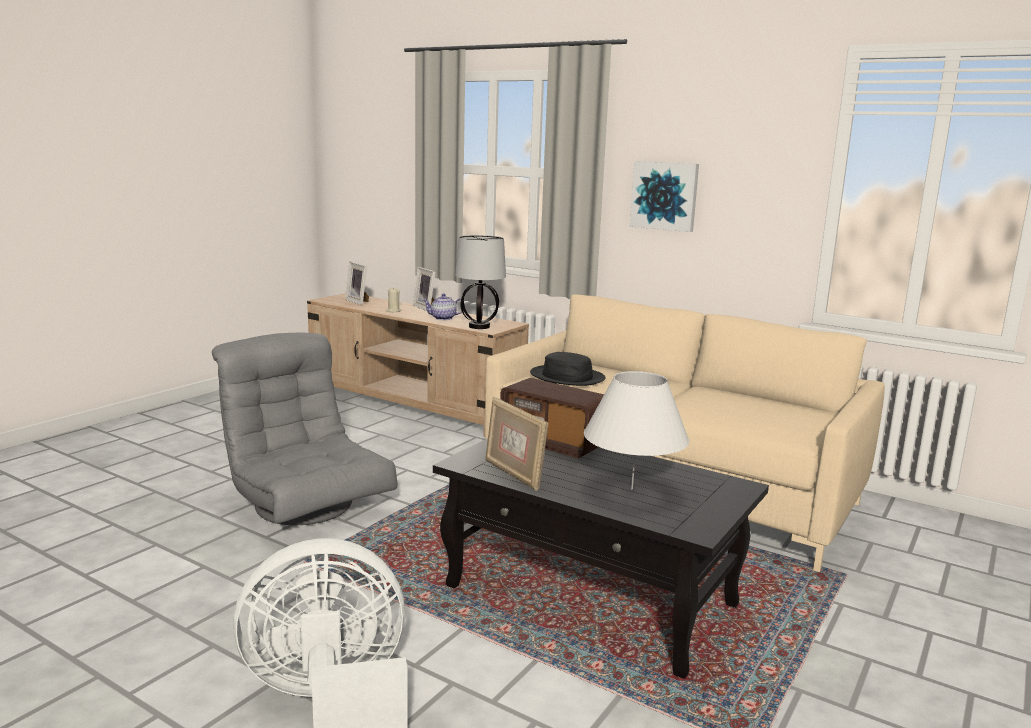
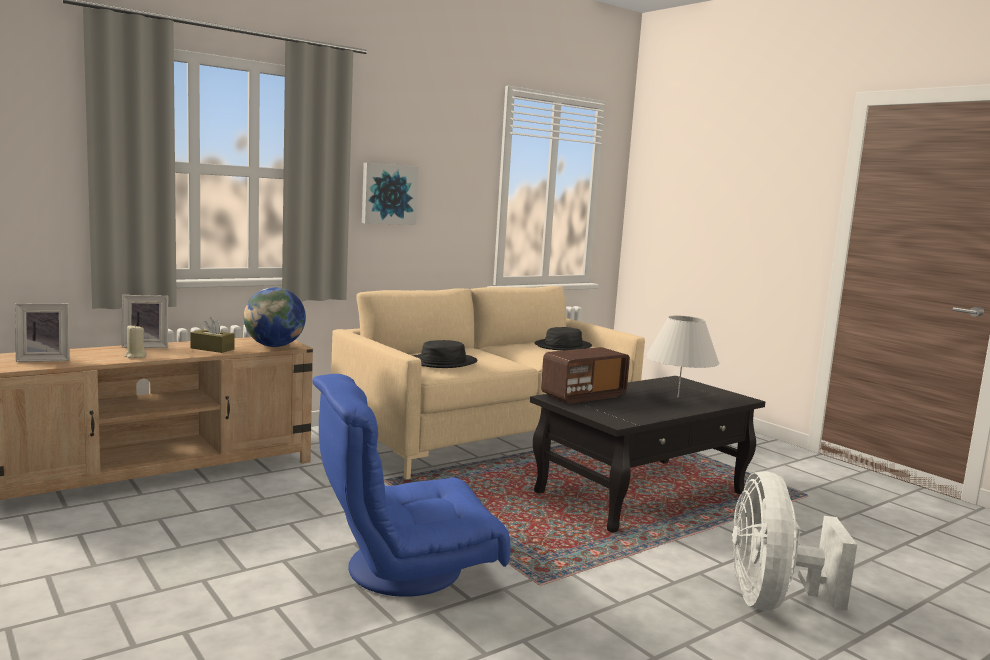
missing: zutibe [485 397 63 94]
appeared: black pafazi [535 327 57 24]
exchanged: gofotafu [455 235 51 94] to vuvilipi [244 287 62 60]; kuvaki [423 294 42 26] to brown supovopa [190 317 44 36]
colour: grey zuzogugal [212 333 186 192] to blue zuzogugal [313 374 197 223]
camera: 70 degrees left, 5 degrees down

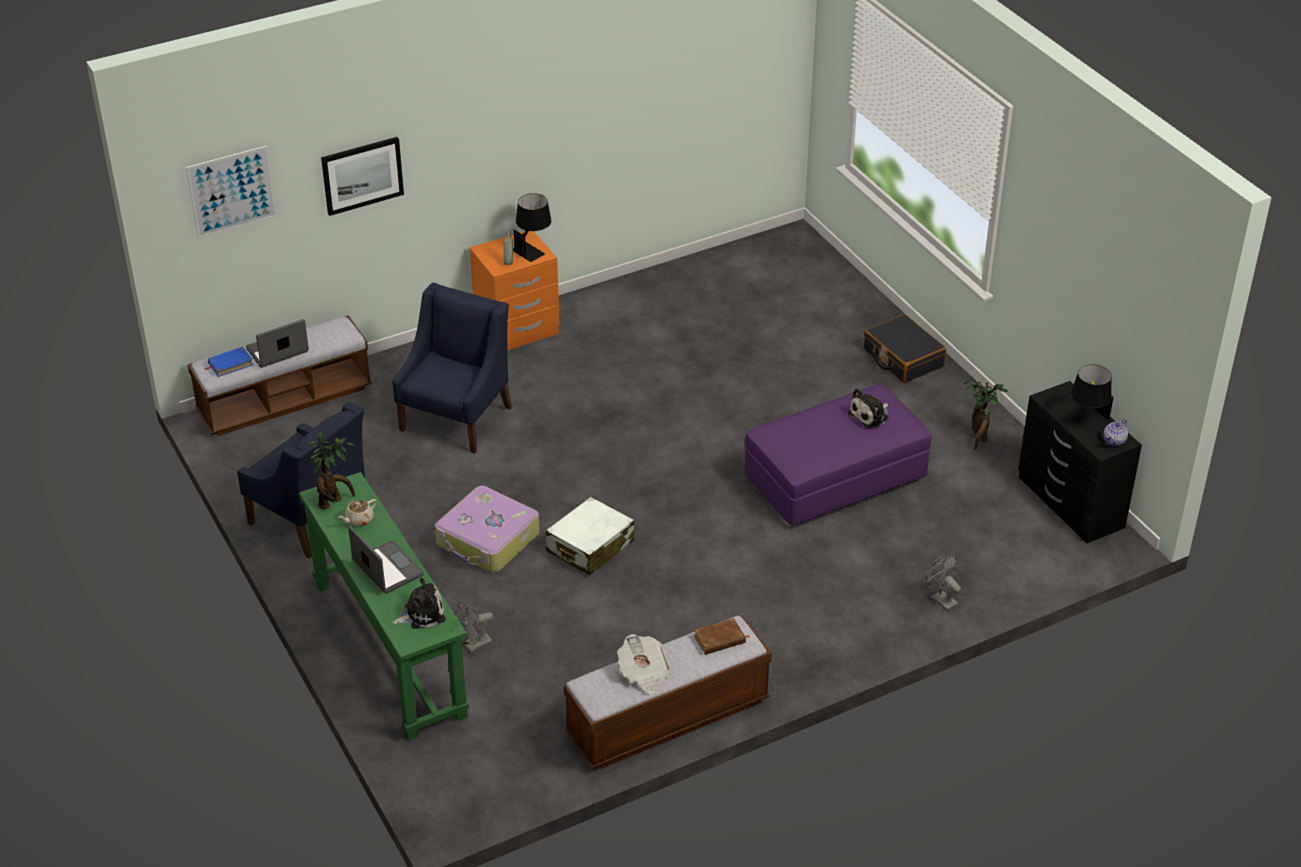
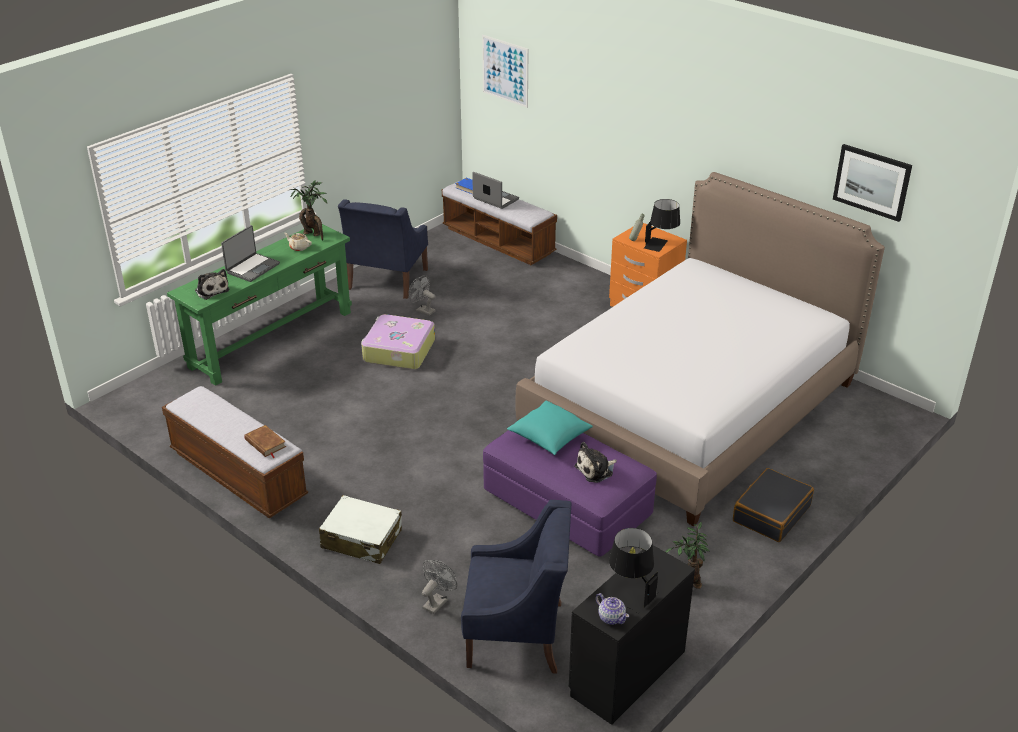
missing: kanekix [617 634 54 60]
appeared: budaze [515 172 370 354]; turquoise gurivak [507 400 86 55]
relocated: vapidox [321 137 83 79] to [833 144 79 78]; blue zuzogugal [392 283 120 171] to [461 500 110 174]; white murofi [546 497 88 78] to [319 495 83 69]; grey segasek [454 602 39 51] to [409 275 27 41]
spun: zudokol [848 388 41 40] = [574 442 43 41] 60 degrees counterclockwise; kuvaki [1103 419 25 27] = [596 593 33 32] 150 degrees counterclockwise
camera: 70 degrees right, 5 degrees down

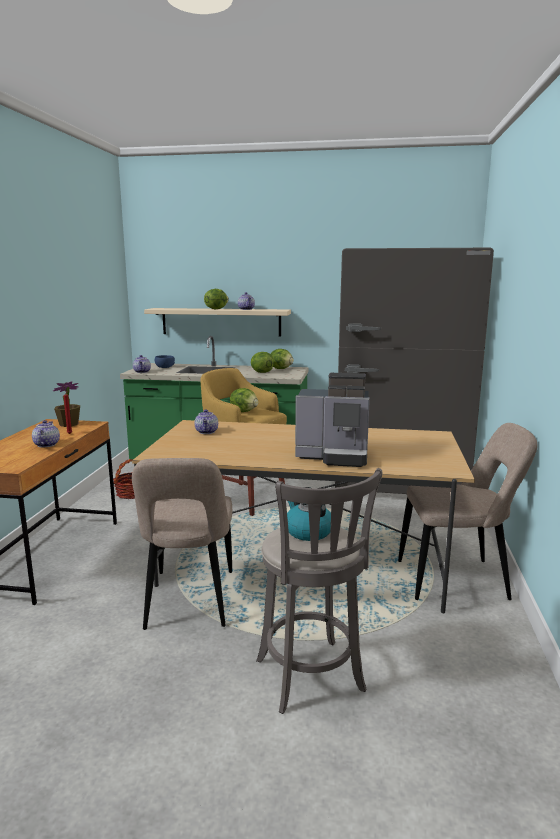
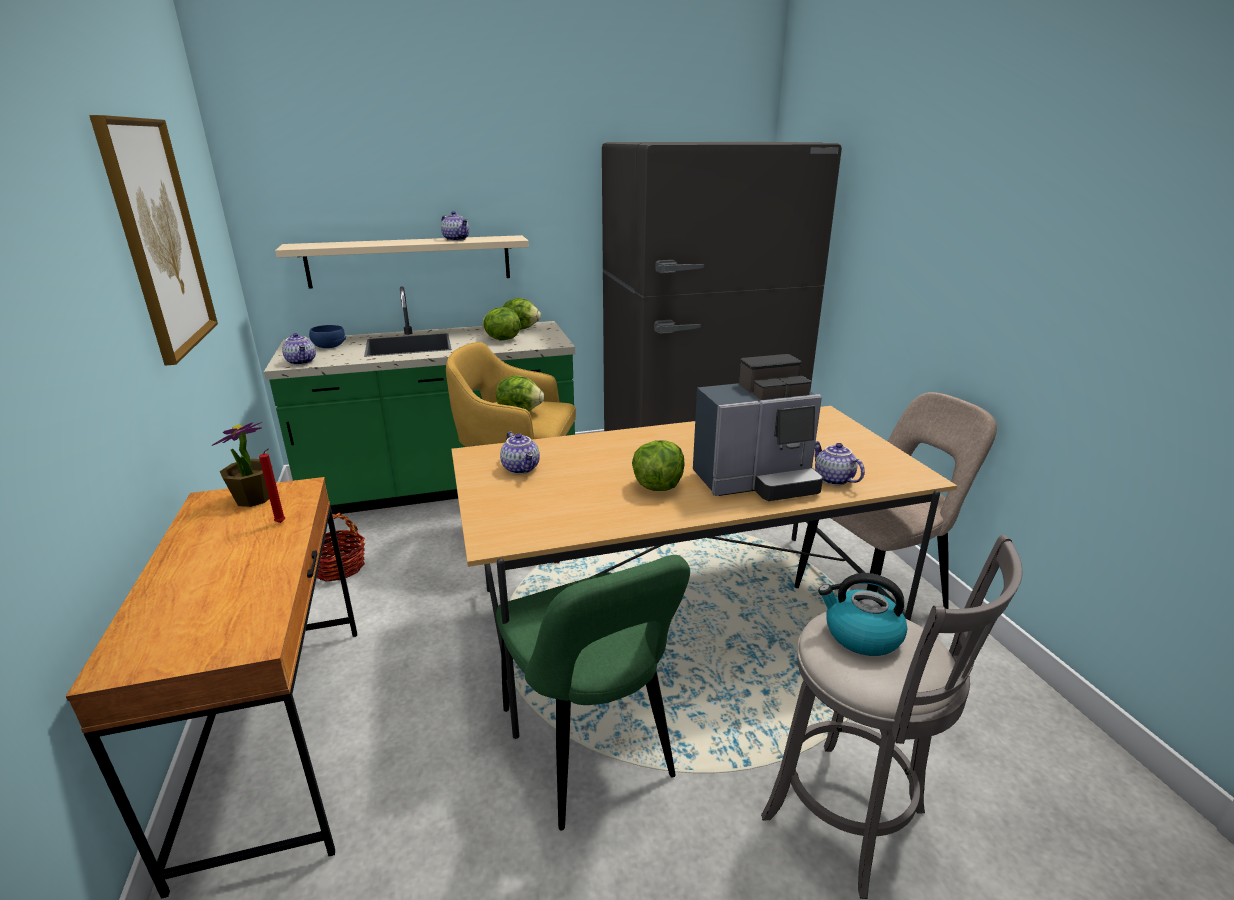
appeared: vapidox [89 115 129 251]
relocated: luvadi [204 289 25 20] to [632 440 53 51]; kuvaki [32 420 28 27] to [815 441 50 45]
colour: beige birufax [132 458 100 172] to green birufax [496 555 194 275]
camera: 25 degrees left, 10 degrees up

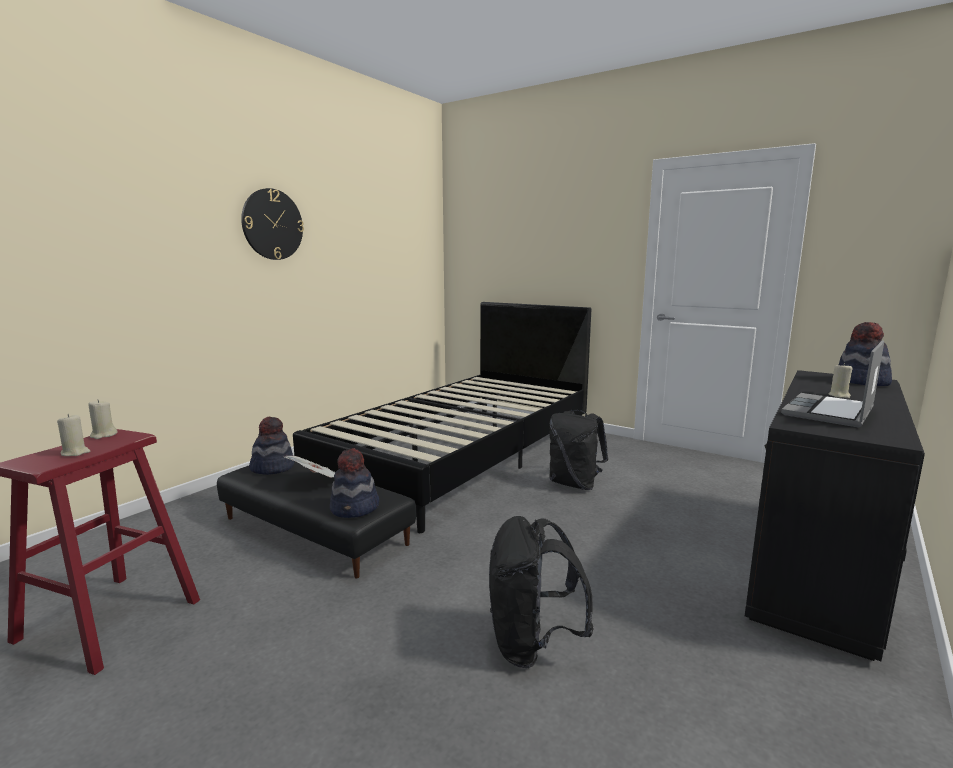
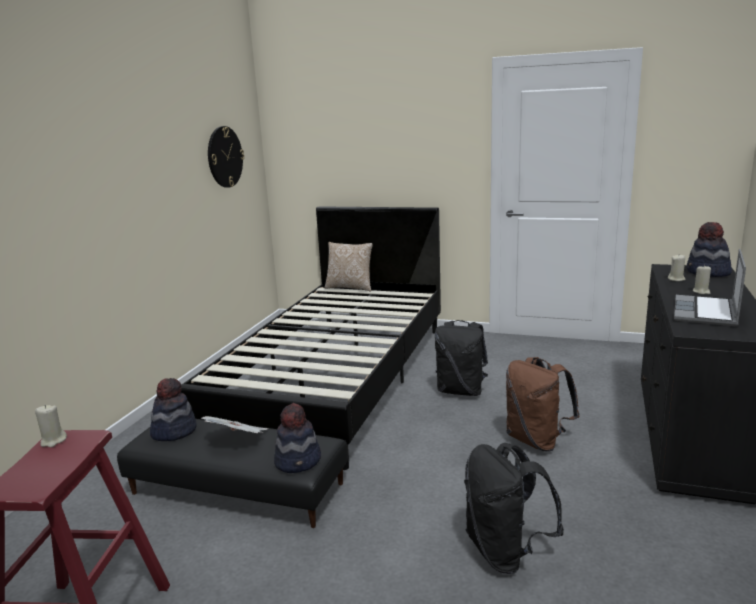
appeared: gurivak [324 242 49 49]; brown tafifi [506 357 73 94]
relocated: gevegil [241 188 63 72] to [208 126 36 62]; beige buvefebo [57 414 33 42] to [668 255 18 26]
camera: 15 degrees left, 5 degrees up

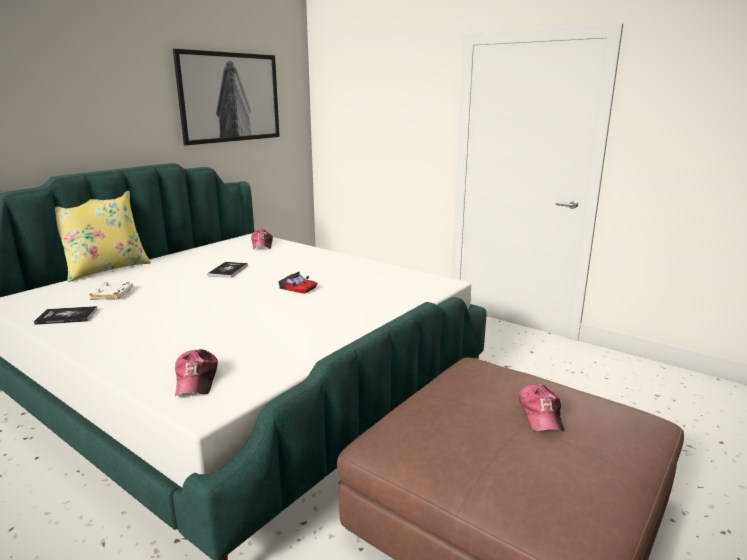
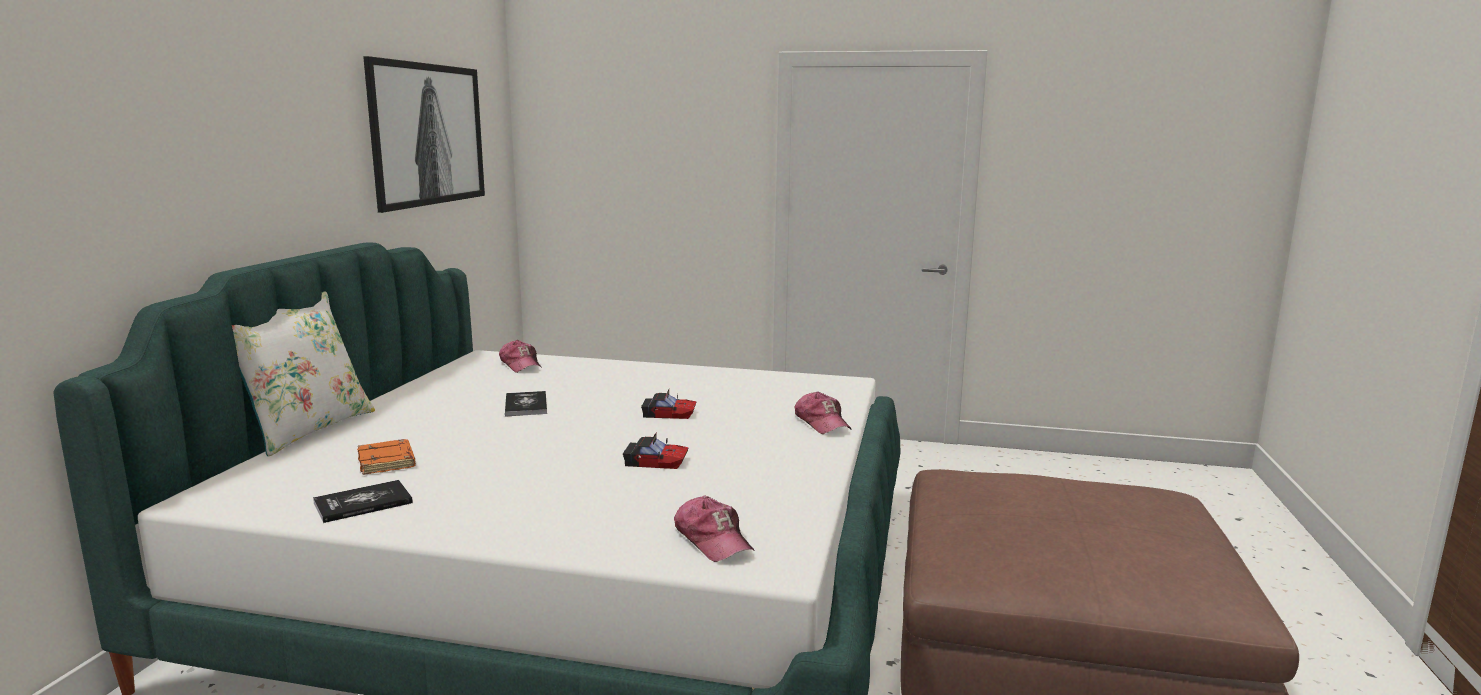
appeared: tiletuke [623 433 66 36]
relocated: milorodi [518 384 47 47] to [795 391 56 43]
colour: yellow gurivak [55 191 96 91] to white gurivak [232 291 143 166]; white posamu [89 282 44 18] to orange posamu [357 439 59 36]
camera: 25 degrees left, 5 degrees down

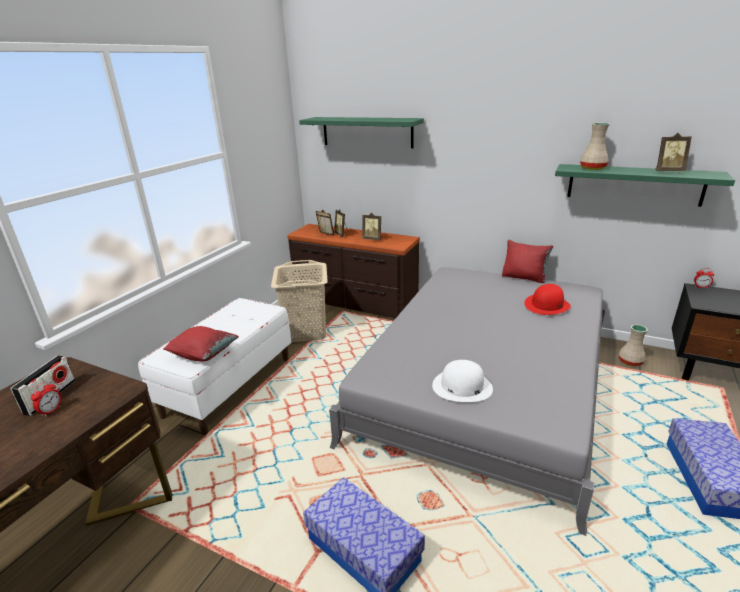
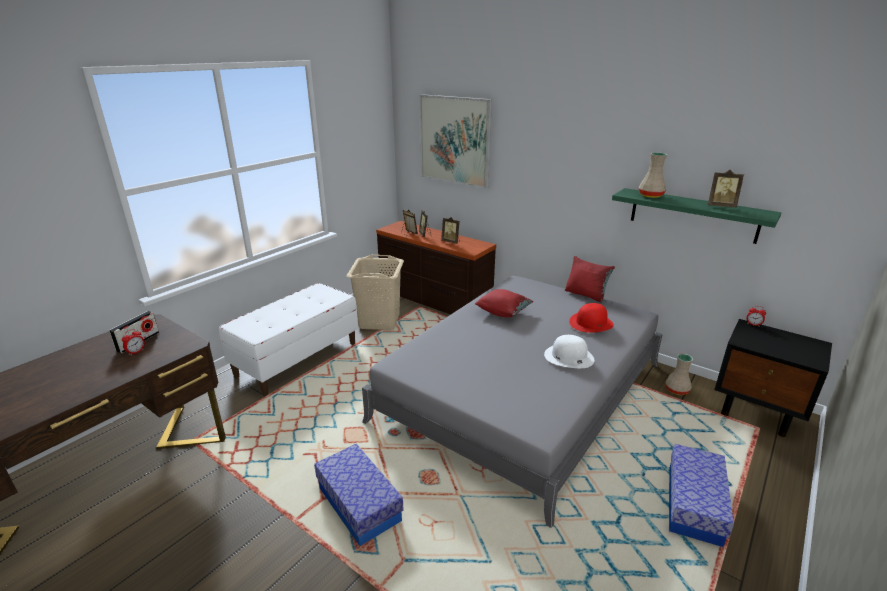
relocated: red gurivak [163 326 76 35] to [475 289 58 29]; white pafazi [432 360 61 42] to [544 335 51 33]
exchanged: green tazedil [299 117 125 31] to vapidox [420 94 72 94]
camera: 10 degrees right, 0 degrees up

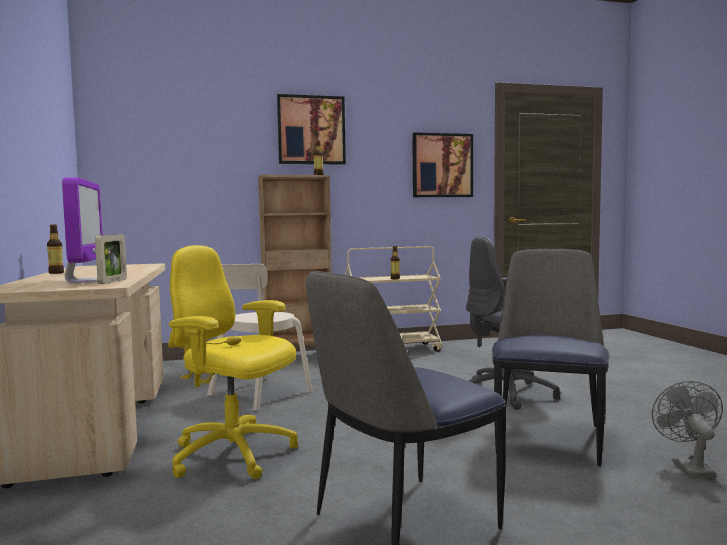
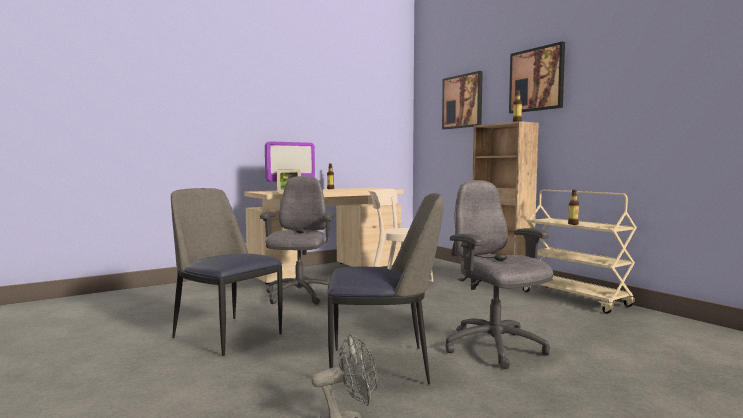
relocated: vapidox [412 133 61 64] to [442 71 41 58]
colour: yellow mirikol [168 245 130 234] to grey mirikol [260 176 75 129]
camera: 70 degrees right, 0 degrees up

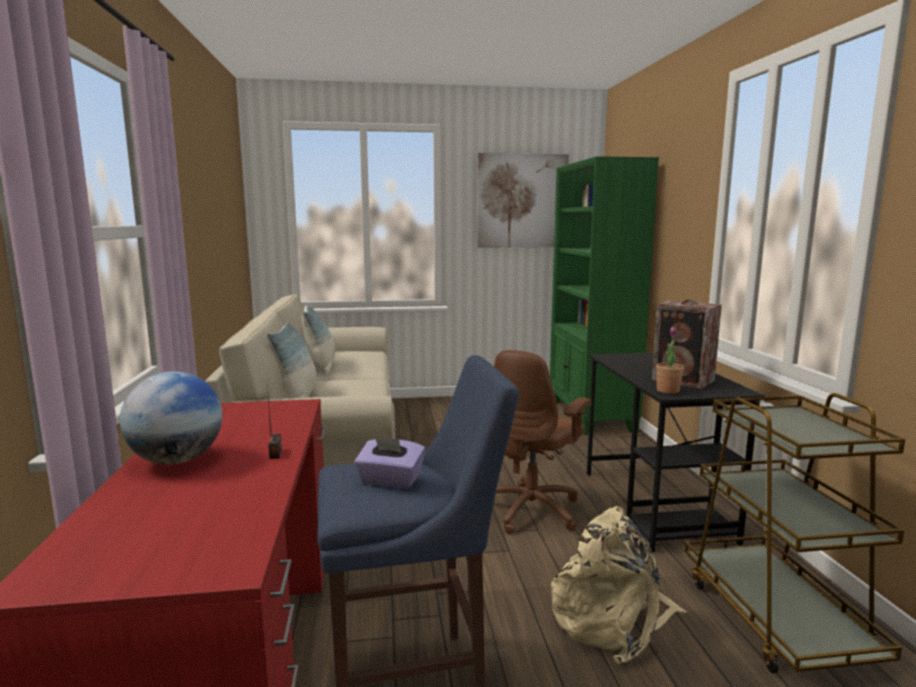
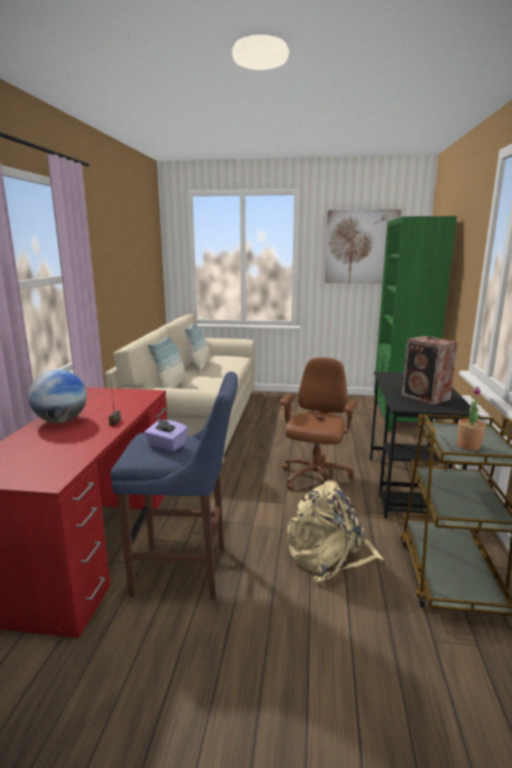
relocated: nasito [656 327 28 67] to [458 387 28 64]
spun: brown mirikol [494 350 97 184] = [280 357 77 133] 150 degrees clockwise
camera: 15 degrees right, 5 degrees up

